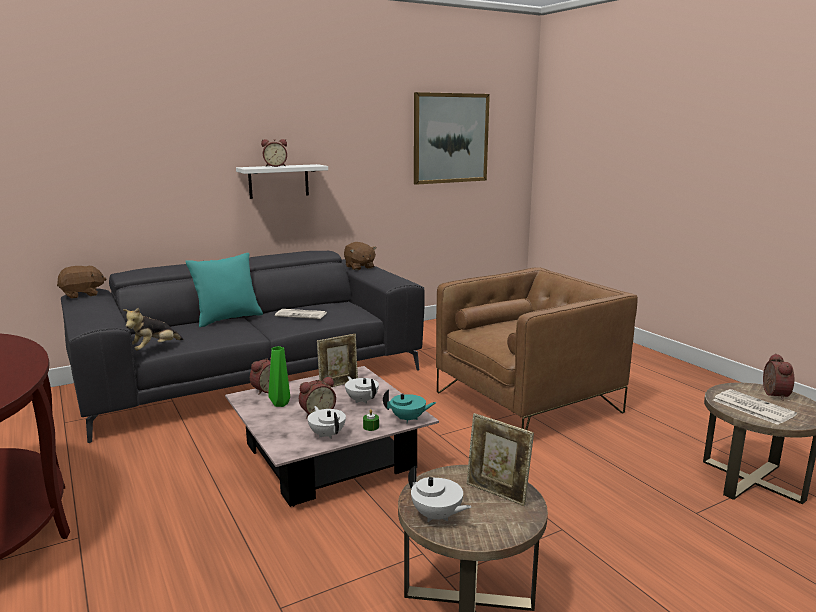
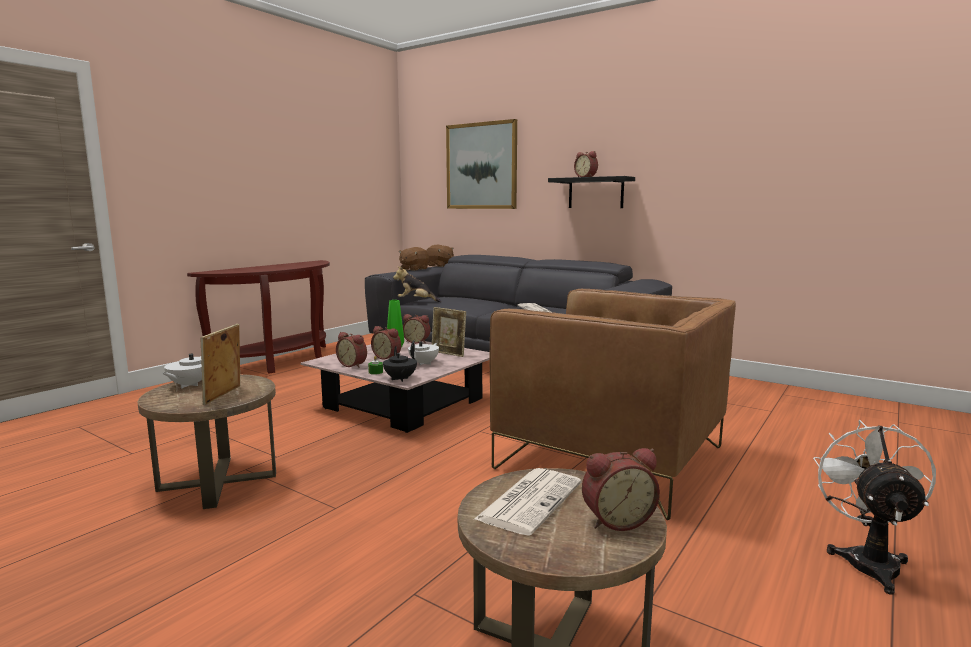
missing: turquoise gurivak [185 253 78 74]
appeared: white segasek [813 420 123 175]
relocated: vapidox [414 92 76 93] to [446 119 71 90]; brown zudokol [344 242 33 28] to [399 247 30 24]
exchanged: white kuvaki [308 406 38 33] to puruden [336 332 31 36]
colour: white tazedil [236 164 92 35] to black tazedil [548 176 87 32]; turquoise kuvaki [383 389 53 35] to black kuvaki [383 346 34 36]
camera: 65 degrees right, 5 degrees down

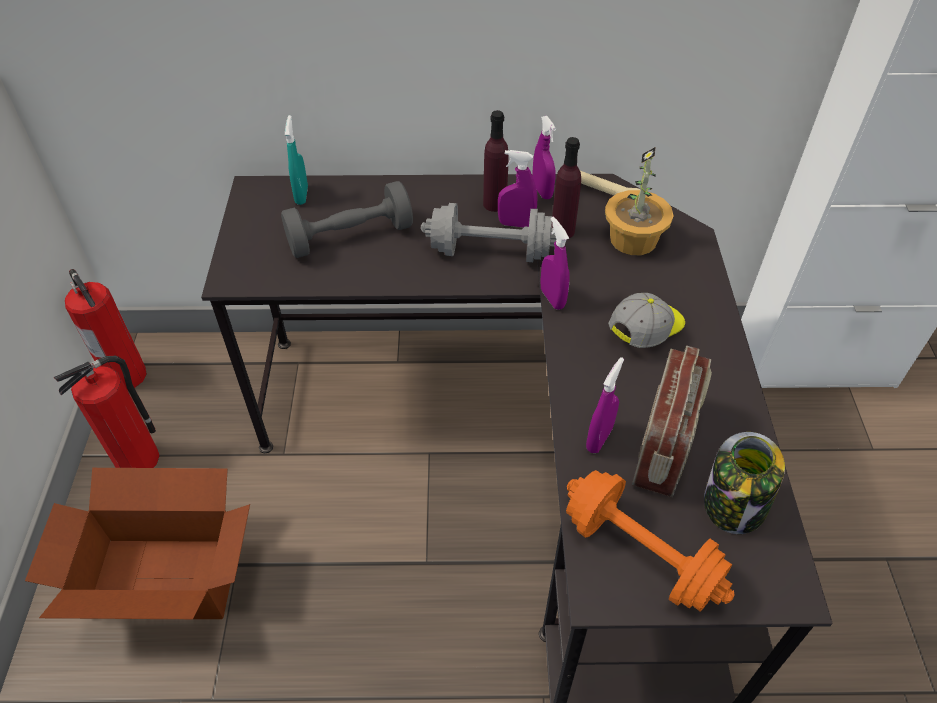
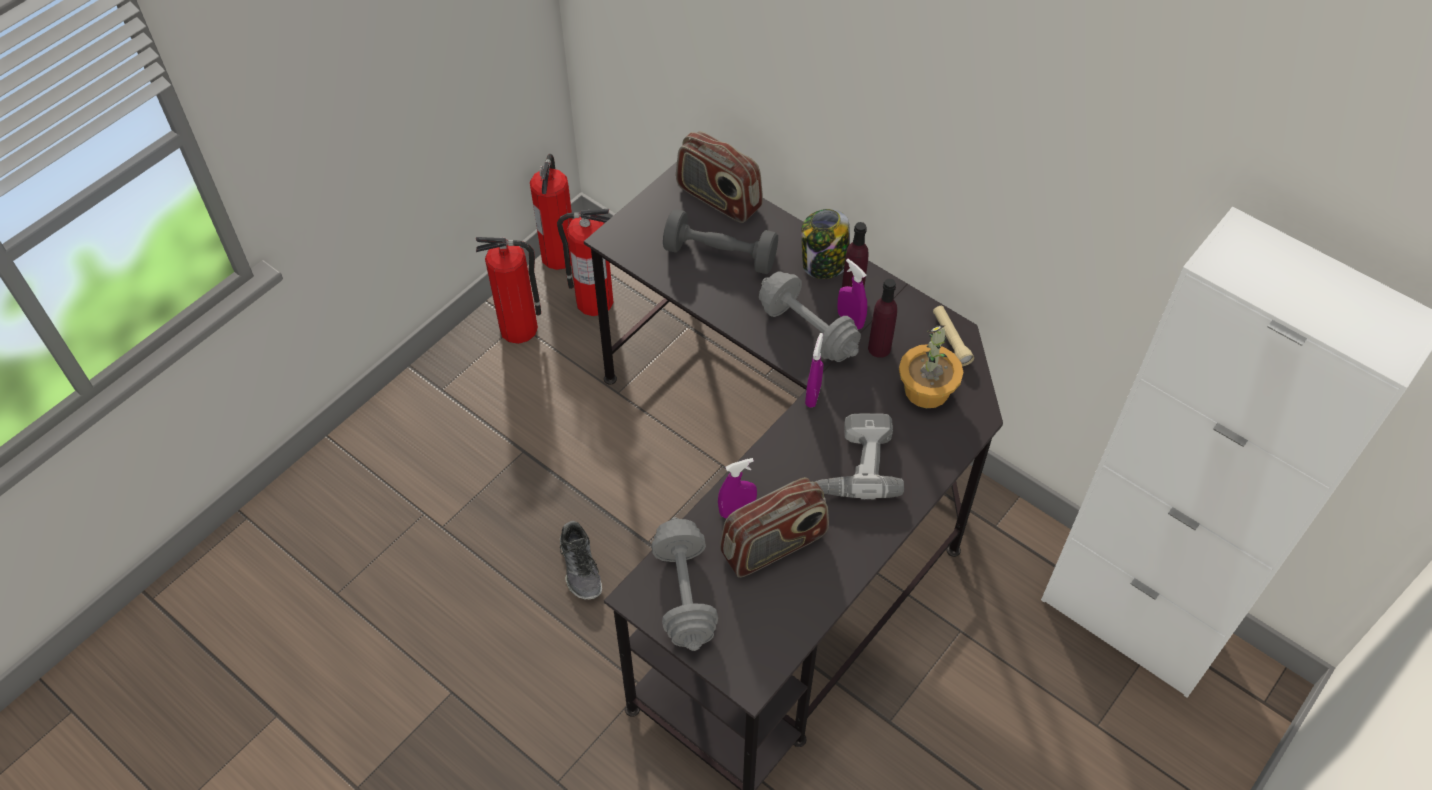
missing: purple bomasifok [532 116 24 83]; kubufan [25 468 225 151]
appeared: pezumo [557 209 56 107]; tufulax [560 521 42 79]
relocated: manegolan [704 432 81 102] to [801 209 49 70]
exchanged: turquoise bomasifok [285 115 23 90] to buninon [676 131 87 92]; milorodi [608 293 77 55] to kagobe [815 413 89 86]
colour: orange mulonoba [566 470 168 141] to grey mulonoba [652 517 66 134]
camera: 40 degrees right, 5 degrees up

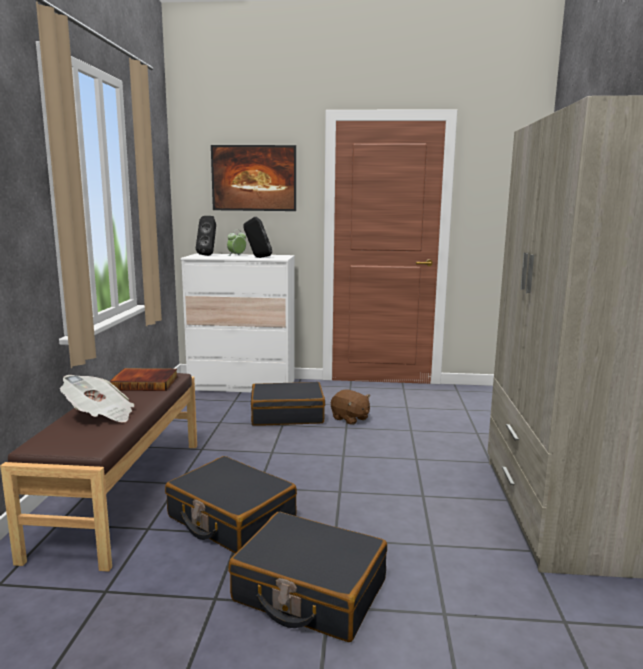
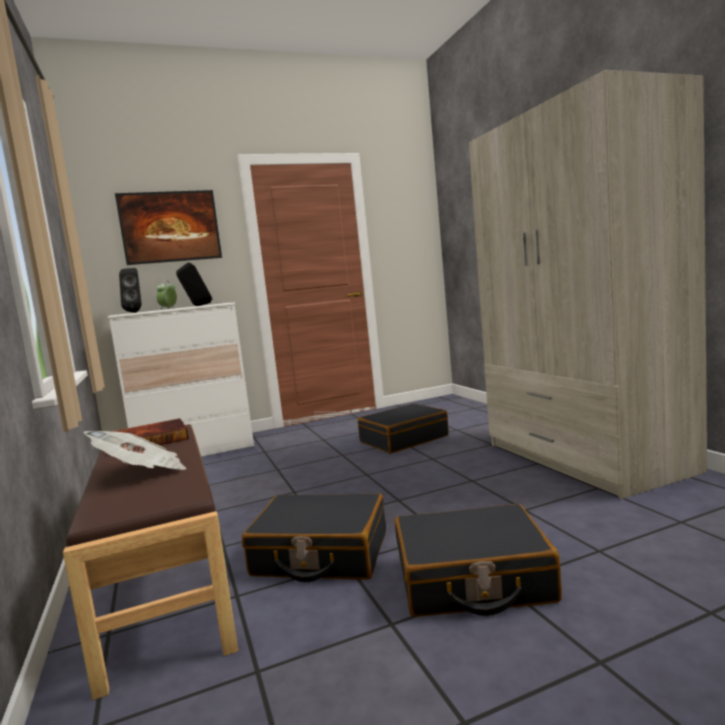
missing: brown zudokol [331 389 39 36]
relocated: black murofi [251 382 74 44] to [358 403 91 51]
camera: 25 degrees left, 5 degrees down

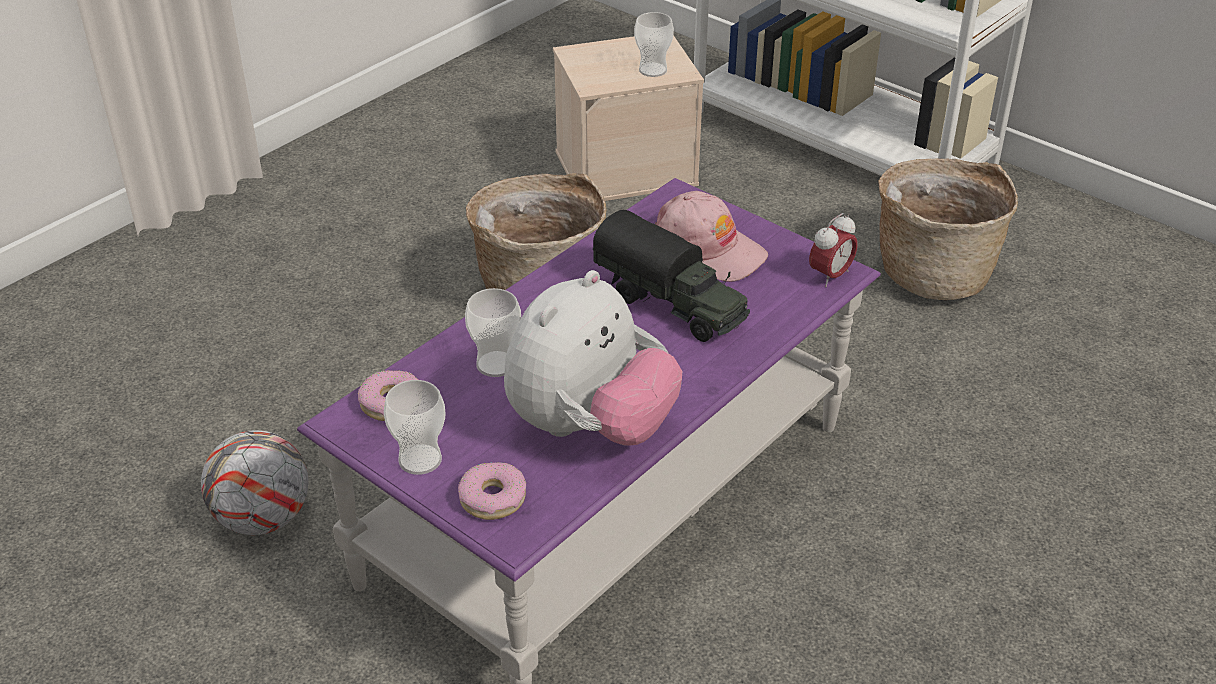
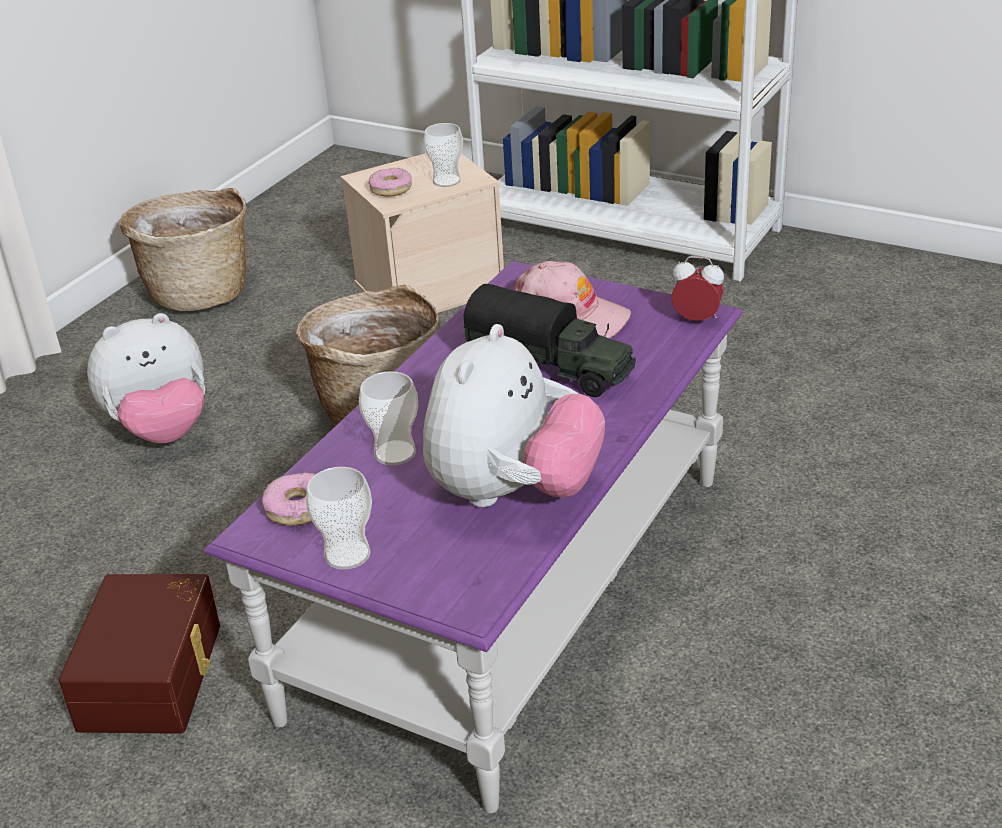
appeared: zudokol [87 313 118 130]
relocated: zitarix [879 158 139 142] to [119 188 128 123]; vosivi [458 462 68 58] to [368 168 44 28]
exchanged: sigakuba [201 430 107 105] to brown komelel [59 574 161 160]
spun: puruden [809 213 48 74] = [671 256 53 65] 105 degrees counterclockwise
camera: 10 degrees left, 5 degrees down

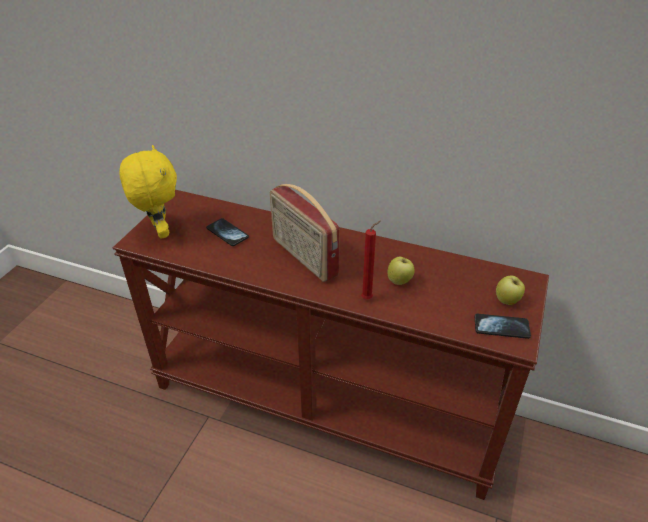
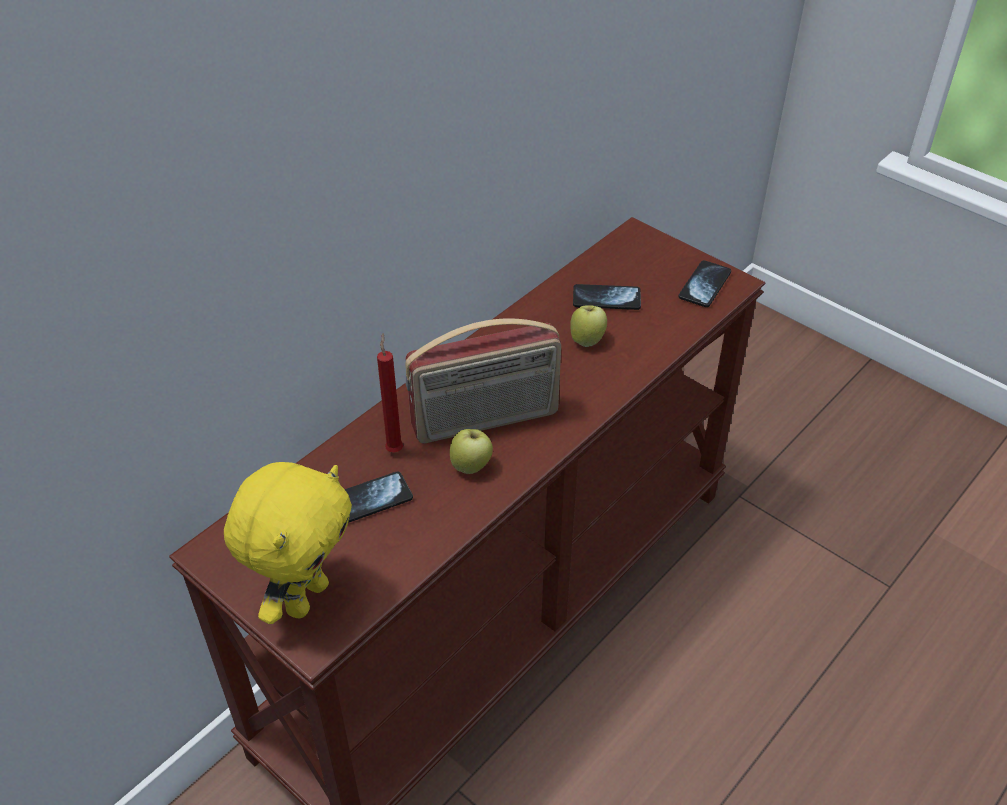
appeared: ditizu [573 284 68 26]
relocated: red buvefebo [361 221 20 78] to [377 333 26 119]; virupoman [496 276 29 29] to [450 429 43 45]
spun: yellow zudokol [119 145 58 94] = [224 462 128 162] 120 degrees clockwise
camera: 70 degrees left, 5 degrees up

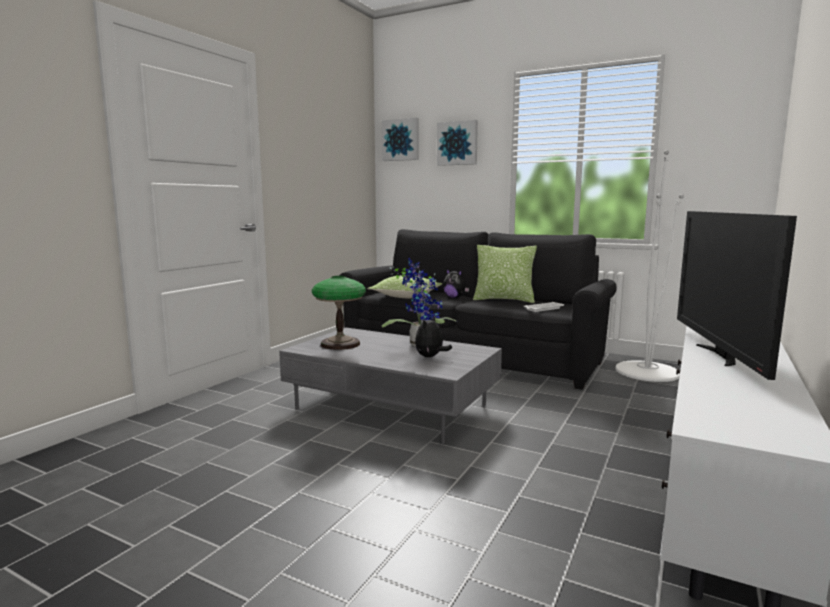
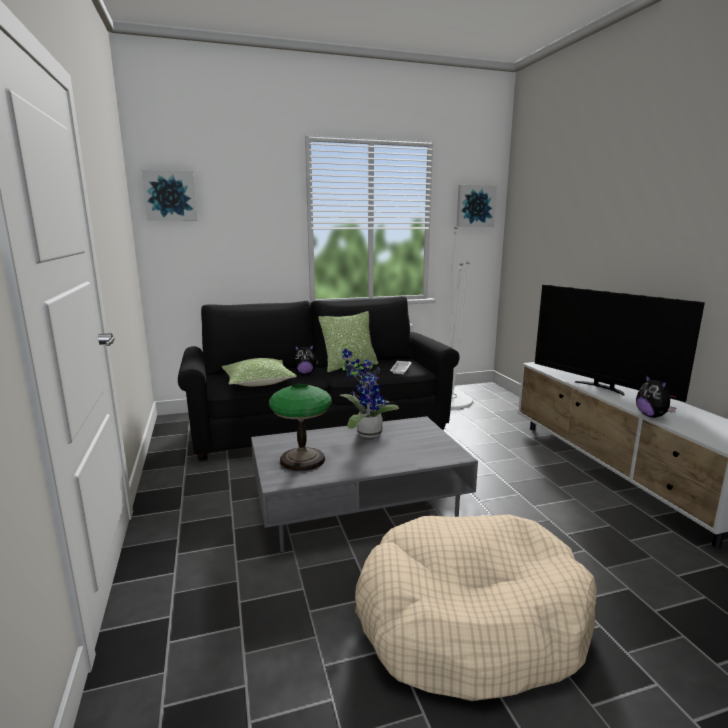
appeared: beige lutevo [355 515 242 186]
relocated: vapidox [437 120 41 46] to [457 185 40 42]; zudokol [415 316 37 41] to [636 374 40 44]
camera: 45 degrees left, 5 degrees up

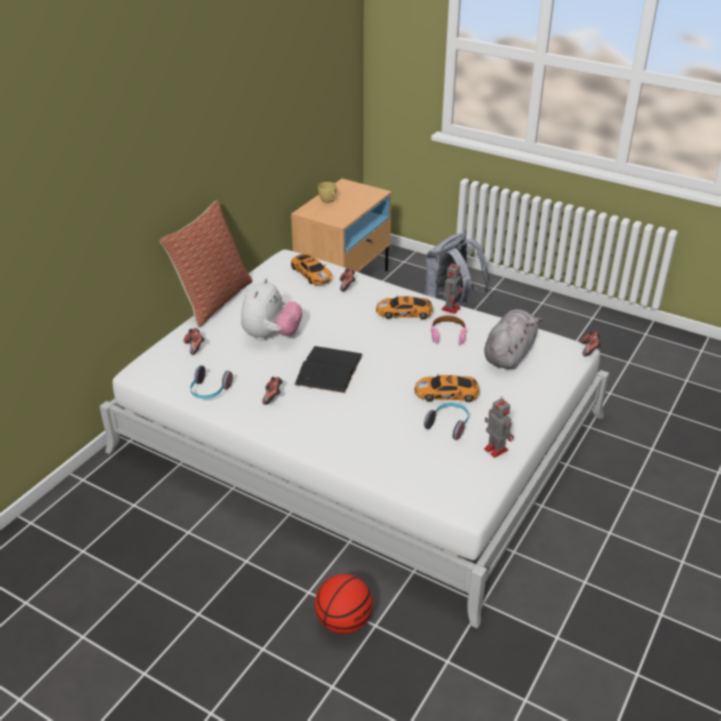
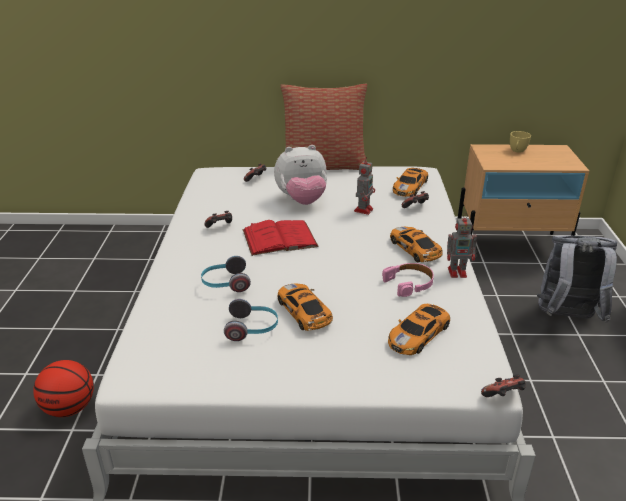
relocated: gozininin [190 365 43 34] to [201 256 50 36]; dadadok [484 396 30 62] to [354 157 21 58]
exchanged: grey zudokol [484 309 59 61] to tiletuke [388 304 62 51]
colour: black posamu [294 346 69 47] to red posamu [243 220 76 36]
camera: 60 degrees right, 5 degrees down

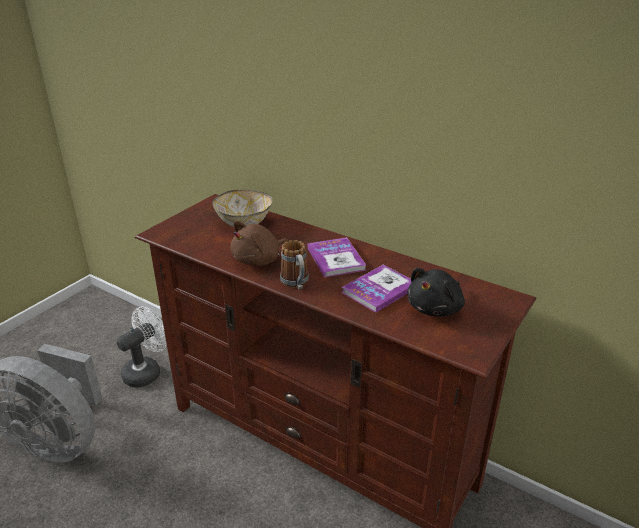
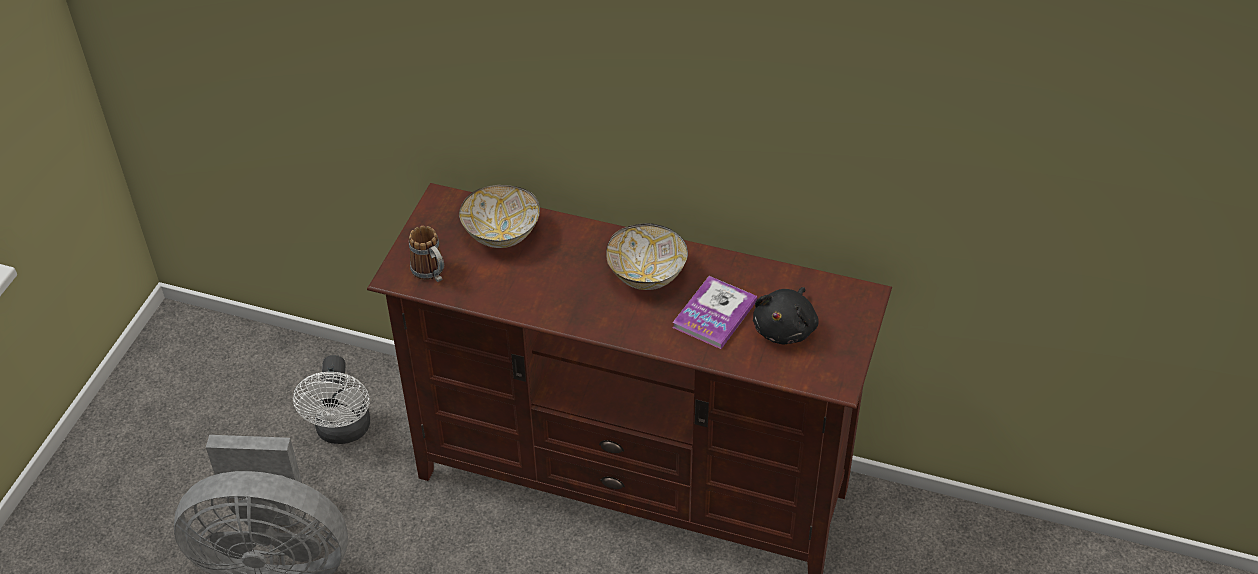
missing: brown zudokol [230 221 59 45]
relocated: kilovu [280 240 29 49] to [409 226 35 56]
exchanged: posamu [308 237 58 41] to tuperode [606 223 82 67]
spun: white segasek [116 307 51 81] = [293 355 77 89] 150 degrees clockwise
camera: 15 degrees left, 15 degrees up

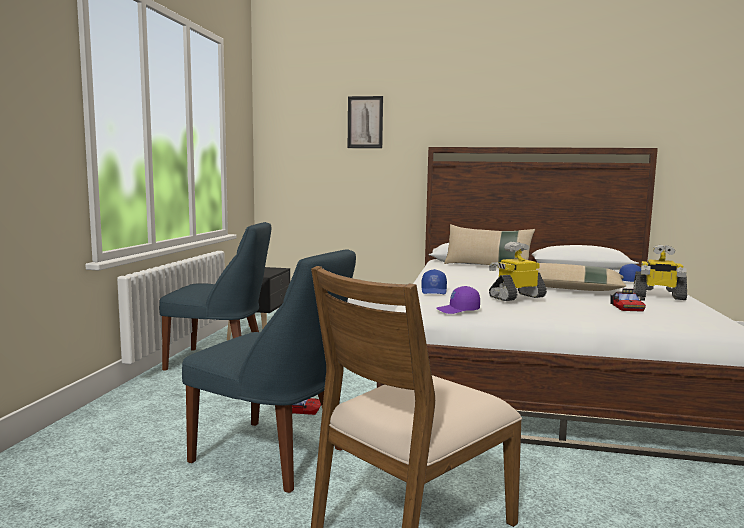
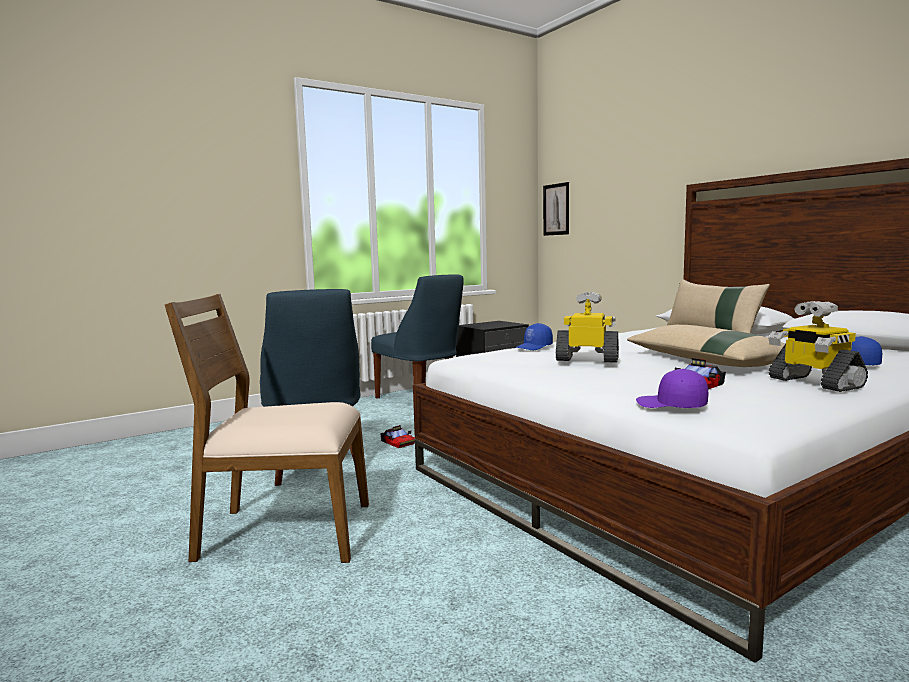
relocated: vapidox [348 96 35 52] to [543 182 26 54]; purple milorodi [436 286 44 28] to [636 369 72 39]
camera: 45 degrees right, 0 degrees up

